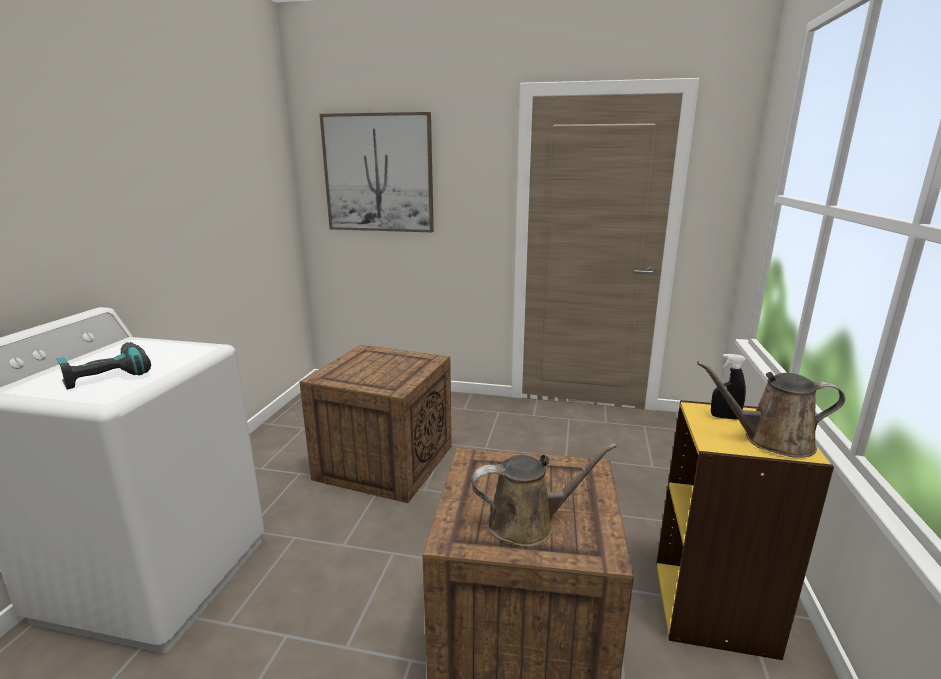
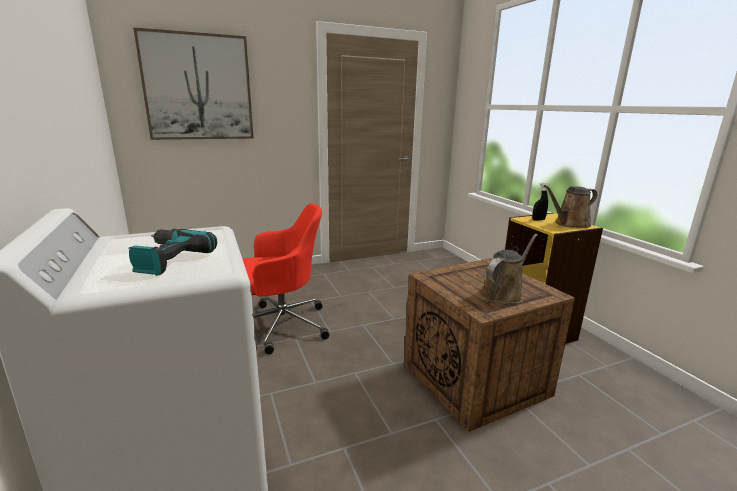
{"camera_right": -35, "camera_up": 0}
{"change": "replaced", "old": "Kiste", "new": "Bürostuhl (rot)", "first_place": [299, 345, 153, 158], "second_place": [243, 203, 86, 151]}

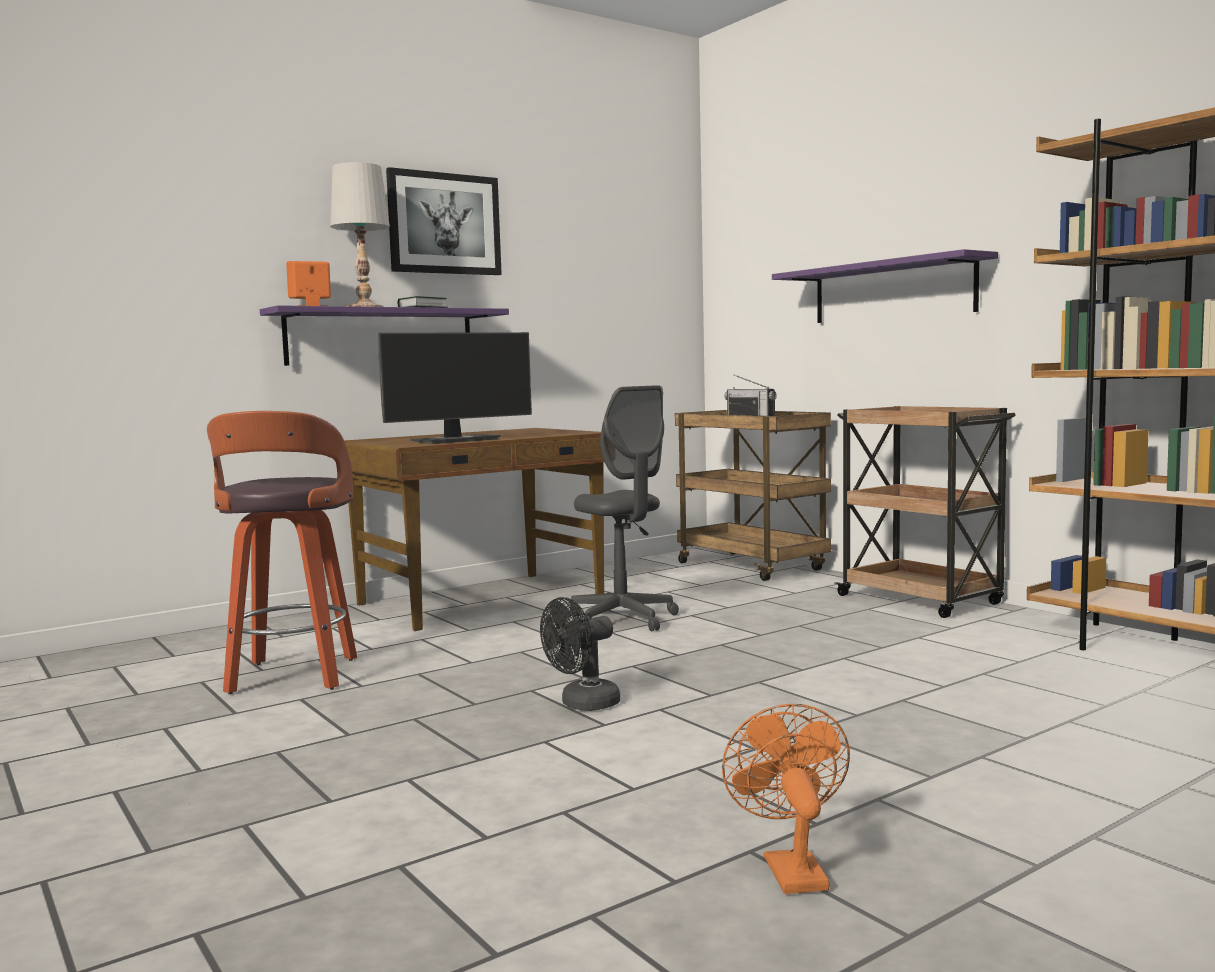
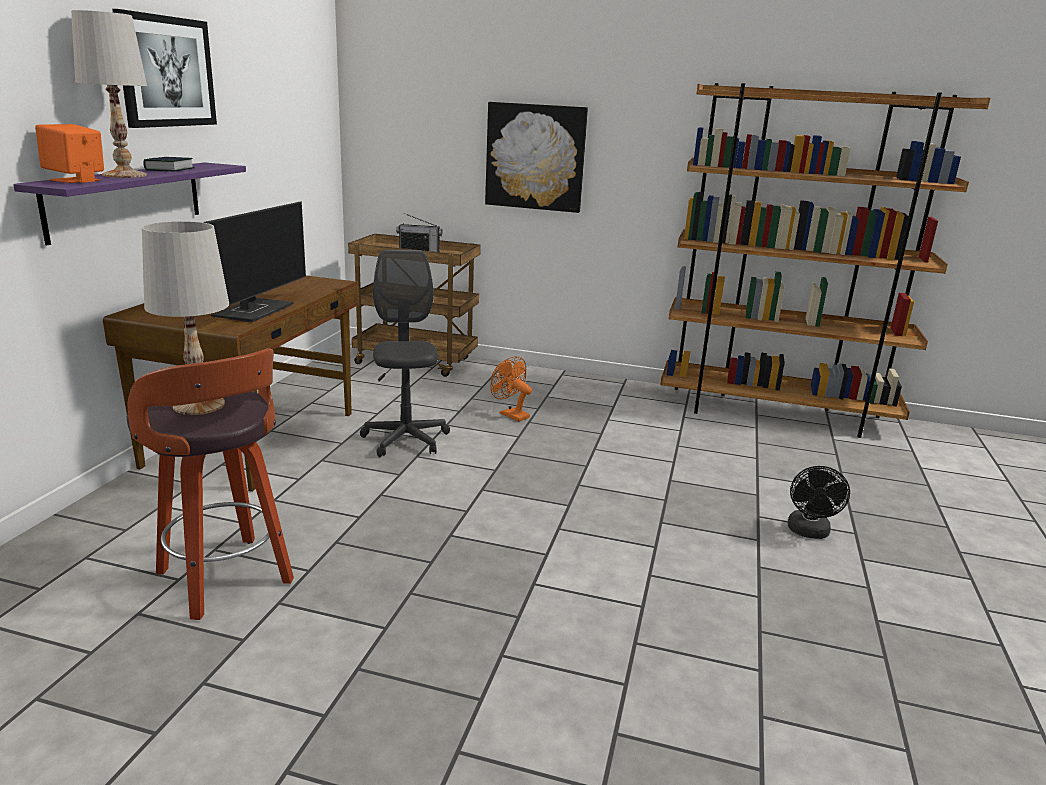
{"camera_right": -40, "camera_up": 15}
{"change": "replaced", "old": "Wandregal (lila)", "new": "Bild", "first_place": [772, 249, 226, 74], "second_place": [485, 102, 103, 111]}
{"change": "turned", "old": "Bürostuhl (grau)", "first_place": [570, 385, 109, 246], "second_place": [360, 250, 90, 207], "degrees": -120}
{"change": "removed", "old": "Rollwagen (braun)", "first_place": [835, 406, 181, 212]}
{"change": "moved", "old": "Ventilator (schwarz)", "first_place": [540, 597, 80, 114], "second_place": [788, 466, 62, 73]}
{"change": "moved", "old": "Ventilator (orange)", "first_place": [722, 704, 128, 190], "second_place": [490, 356, 42, 66]}
{"change": "added", "new": "Tischlampe (weiß)", "second_place": [142, 221, 87, 194]}

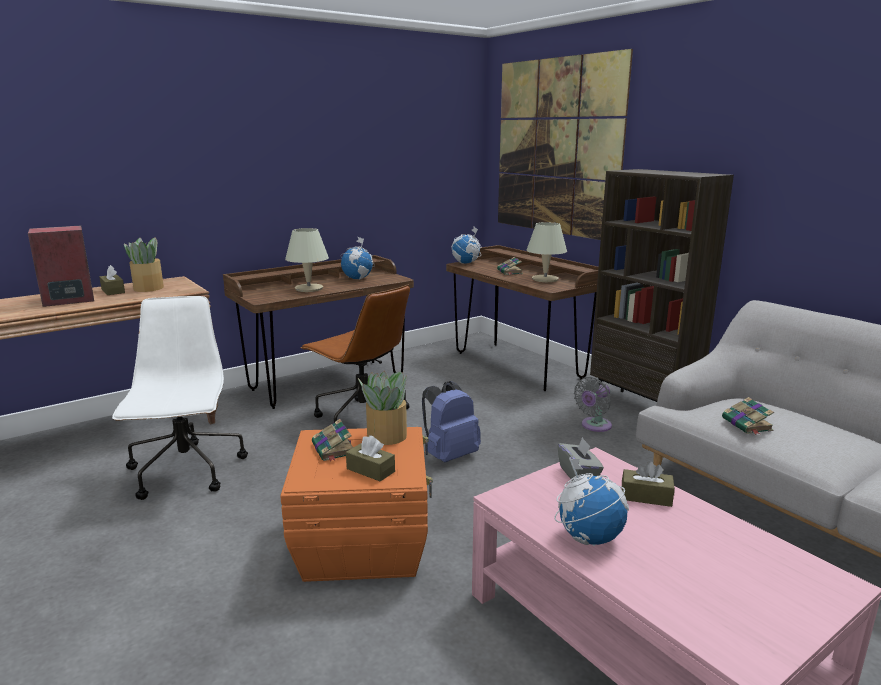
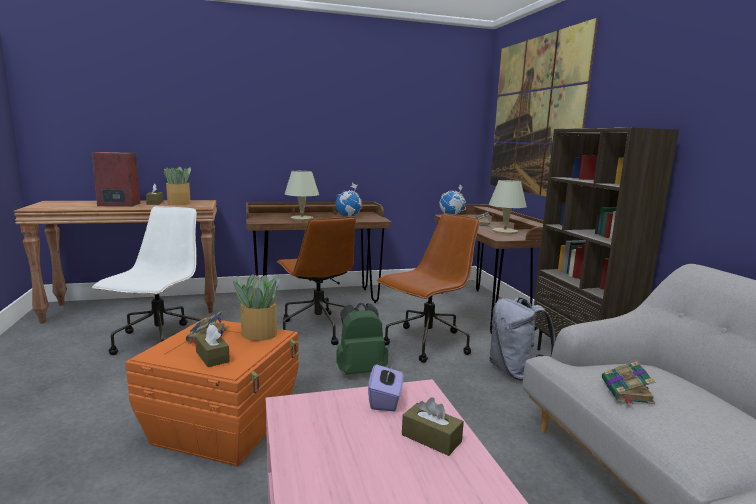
{"camera_right": 20, "camera_up": -5}
{"change": "replaced", "old": "Ventilator (grau)", "new": "Rucksack (grau)", "first_place": [574, 377, 38, 55], "second_place": [489, 298, 66, 83]}
{"change": "recoloured", "old": "Rucksack (blau)", "new": "Rucksack (grün)", "first_place": [422, 381, 59, 82], "second_place": [336, 303, 52, 71]}
{"change": "recoloured", "old": "Taschentuchbox (grau)", "new": "Taschentuchbox (lila)", "first_place": [558, 437, 46, 44], "second_place": [368, 362, 35, 49]}
{"change": "removed", "old": "Globus", "first_place": [554, 457, 75, 89]}
{"change": "added", "new": "Bürostuhl (braun)", "second_place": [377, 213, 103, 150]}

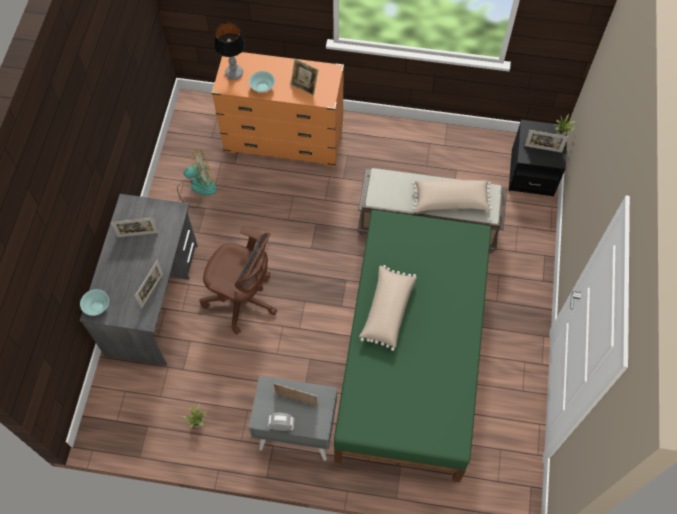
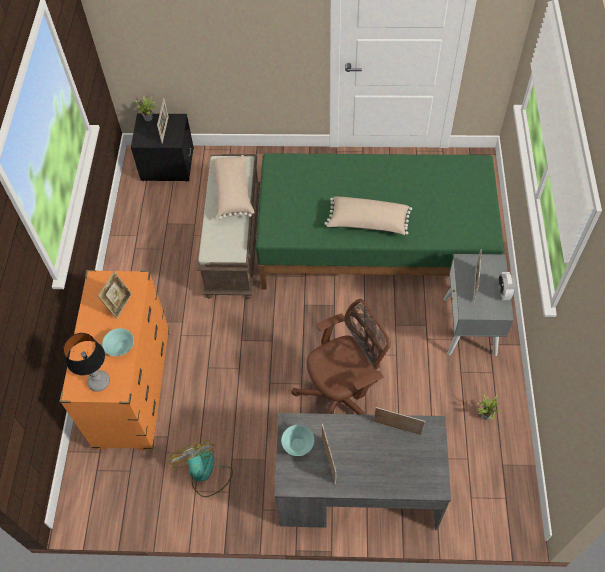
{"camera_right": -95, "camera_up": -5}
{"change": "turned", "old": "Bürostuhl (braun)", "first_place": [199, 227, 78, 108], "second_place": [291, 299, 100, 116], "degrees": 45}
{"change": "moved", "old": "Schüssel (türkis)", "first_place": [80, 289, 29, 27], "second_place": [281, 425, 33, 31]}

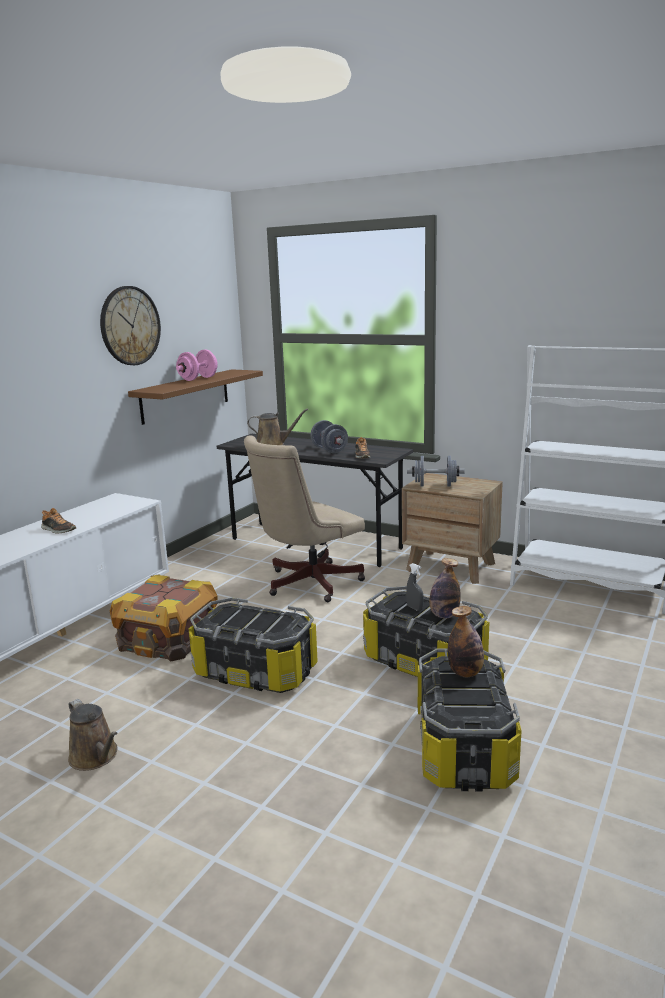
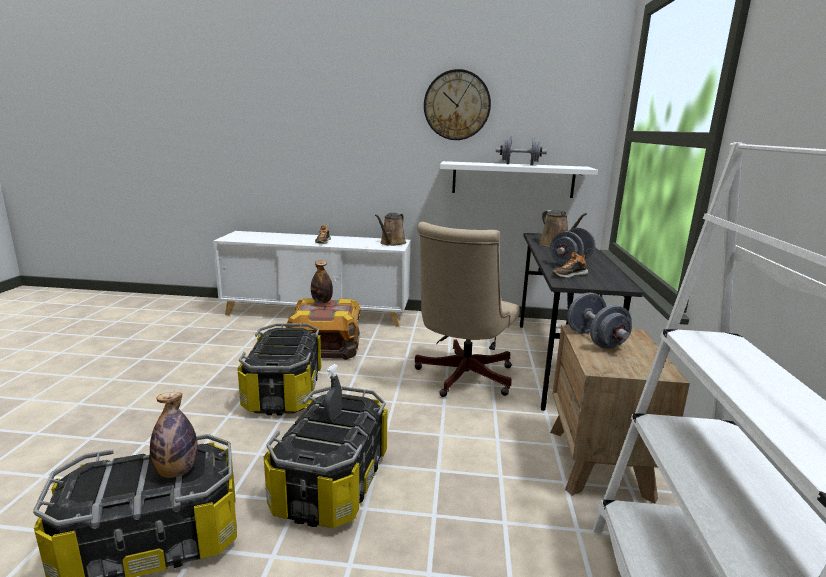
{"camera_right": 65, "camera_up": 0}
{"change": "recoloured", "old": "Hantel (rosa)", "new": "Hantel (grau)", "first_place": [176, 349, 42, 32], "second_place": [496, 136, 51, 29]}
{"change": "recoloured", "old": "Wandregal (braun)", "new": "Wandregal (weiß)", "first_place": [128, 369, 135, 56], "second_place": [440, 161, 158, 37]}
{"change": "turned", "old": "Bürostuhl (beige)", "first_place": [244, 435, 121, 167], "second_place": [415, 222, 105, 175], "degrees": -90}
{"change": "moved", "old": "Flasche", "first_place": [429, 558, 32, 60], "second_place": [311, 260, 22, 43]}
{"change": "moved", "old": "Gießkanne (braun)", "first_place": [68, 699, 50, 72], "second_place": [375, 213, 31, 33]}

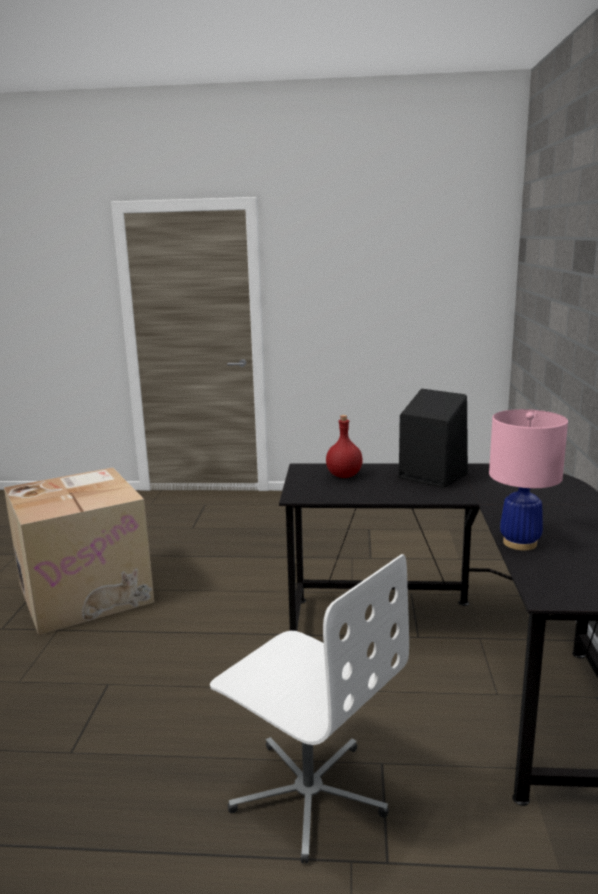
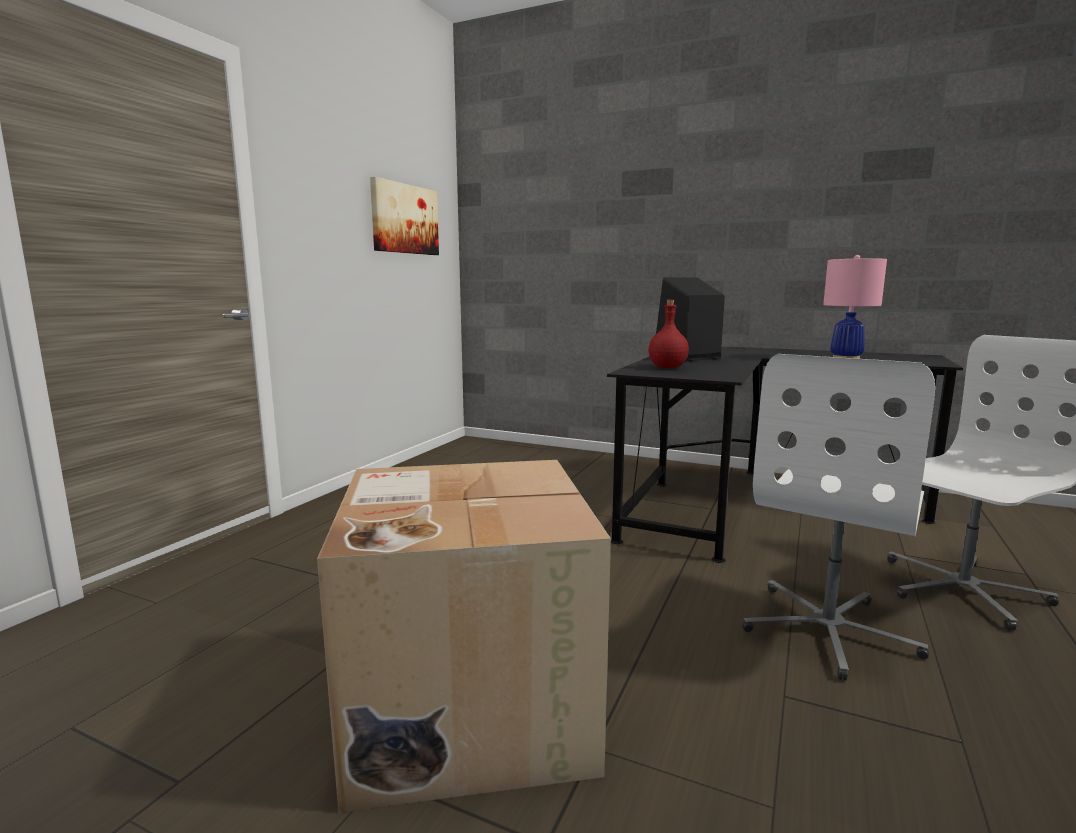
{"camera_right": -70, "camera_up": -5}
{"change": "added", "new": "Bild", "second_place": [370, 177, 69, 78]}
{"change": "added", "new": "Bürostuhl (weiß)", "second_place": [742, 354, 193, 327]}

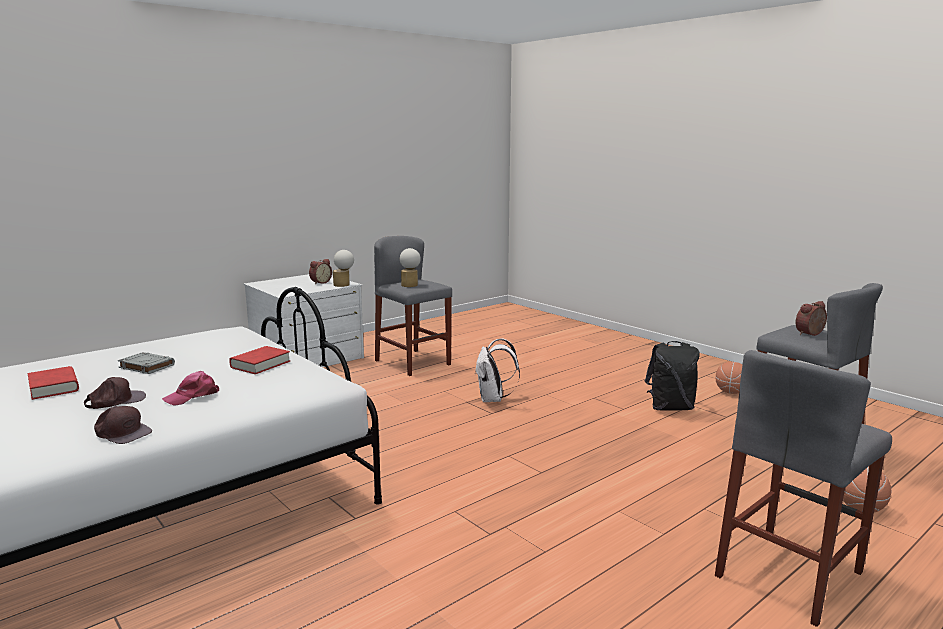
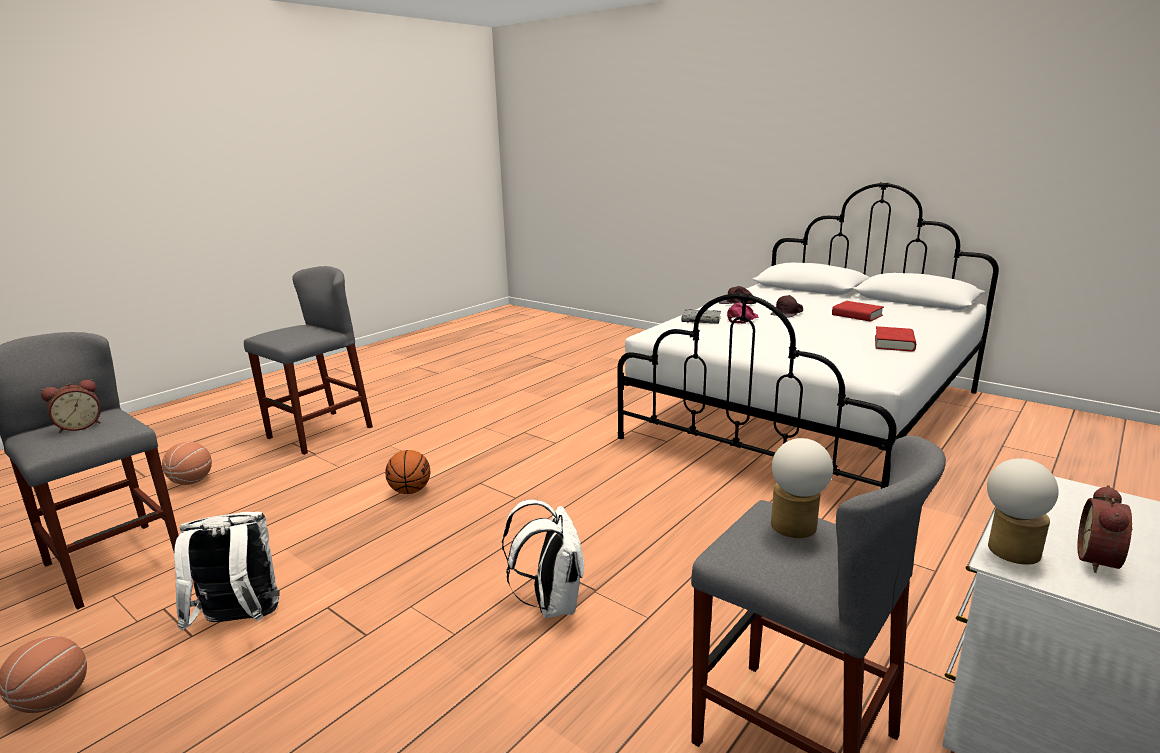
{"camera_right": 170, "camera_up": 5}
{"change": "recoloured", "old": "Rucksack (schwarz)", "new": "Rucksack (weiß)", "first_place": [645, 341, 55, 70], "second_place": [174, 512, 106, 119]}
{"change": "moved", "old": "Buch (rot)", "first_place": [229, 346, 61, 28], "second_place": [875, 326, 41, 26]}
{"change": "moved", "old": "Buch (grau)", "first_place": [118, 352, 57, 22], "second_place": [682, 309, 39, 15]}
{"change": "added", "new": "Basketball", "second_place": [385, 450, 45, 44]}

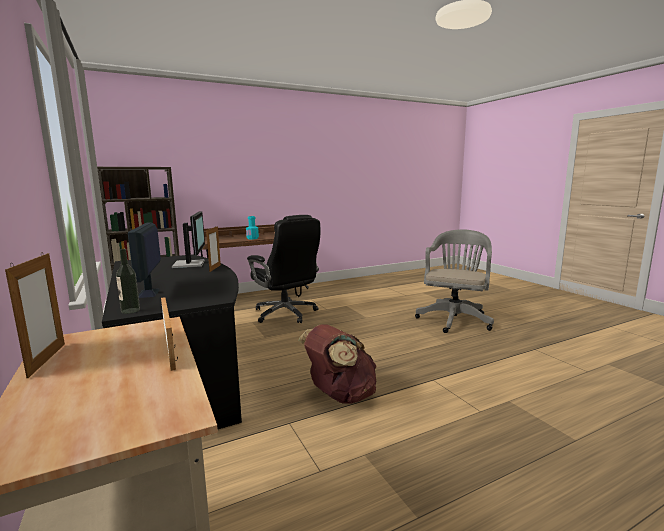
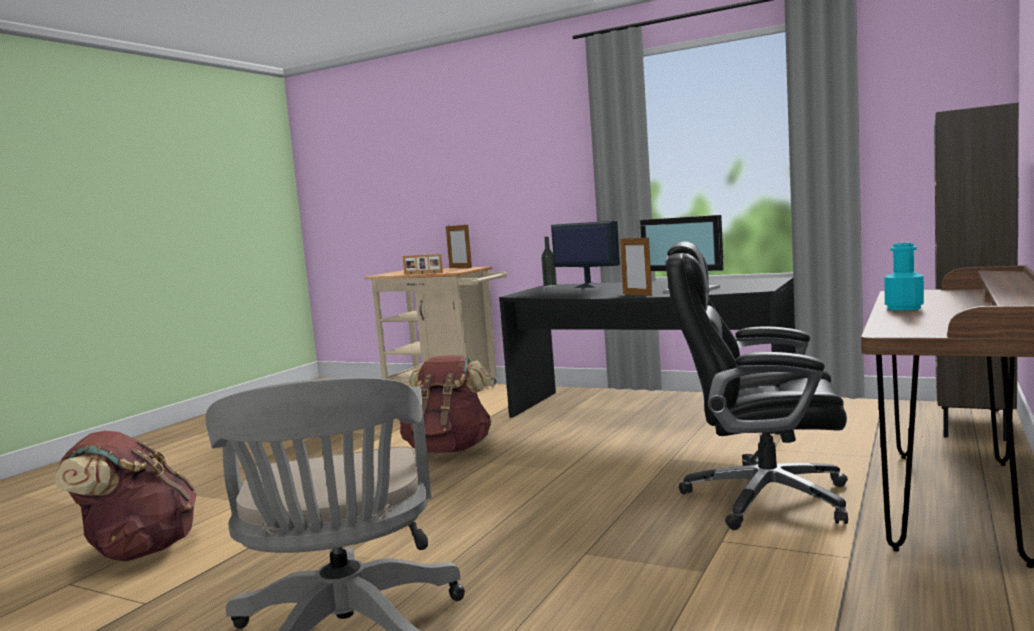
{"camera_right": 145, "camera_up": -5}
{"change": "added", "new": "Rucksack (braun)", "second_place": [55, 431, 142, 130]}

